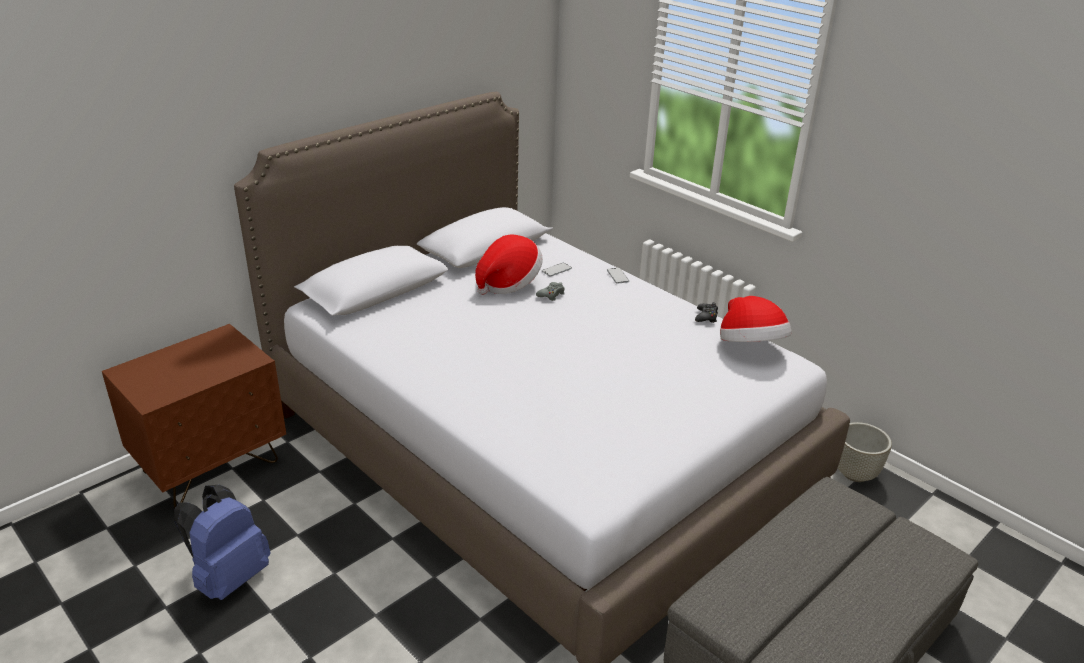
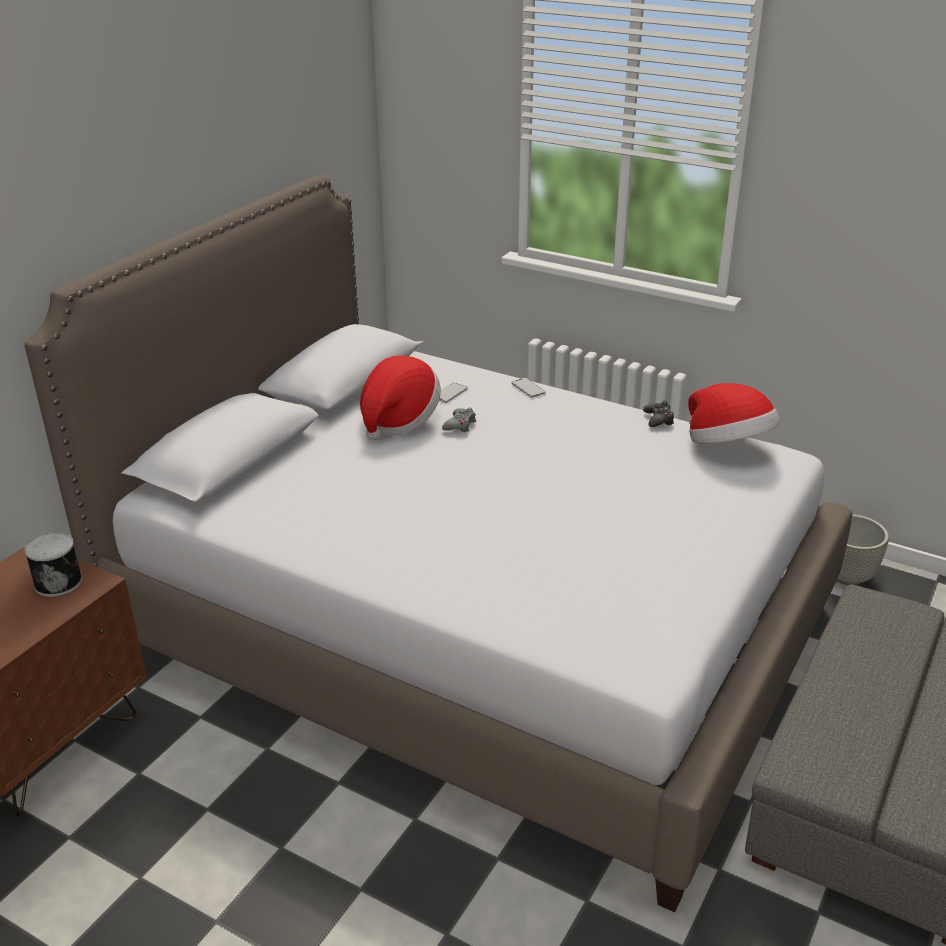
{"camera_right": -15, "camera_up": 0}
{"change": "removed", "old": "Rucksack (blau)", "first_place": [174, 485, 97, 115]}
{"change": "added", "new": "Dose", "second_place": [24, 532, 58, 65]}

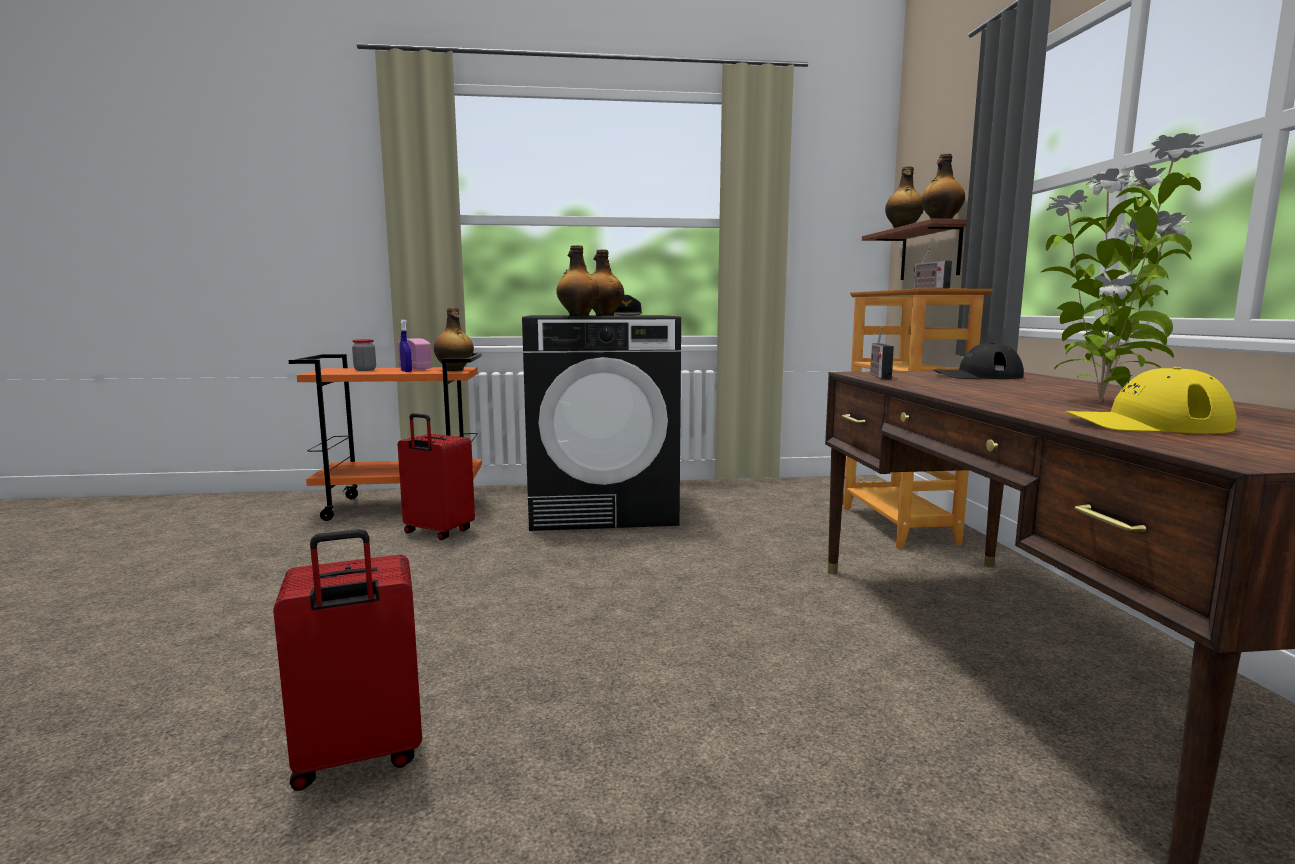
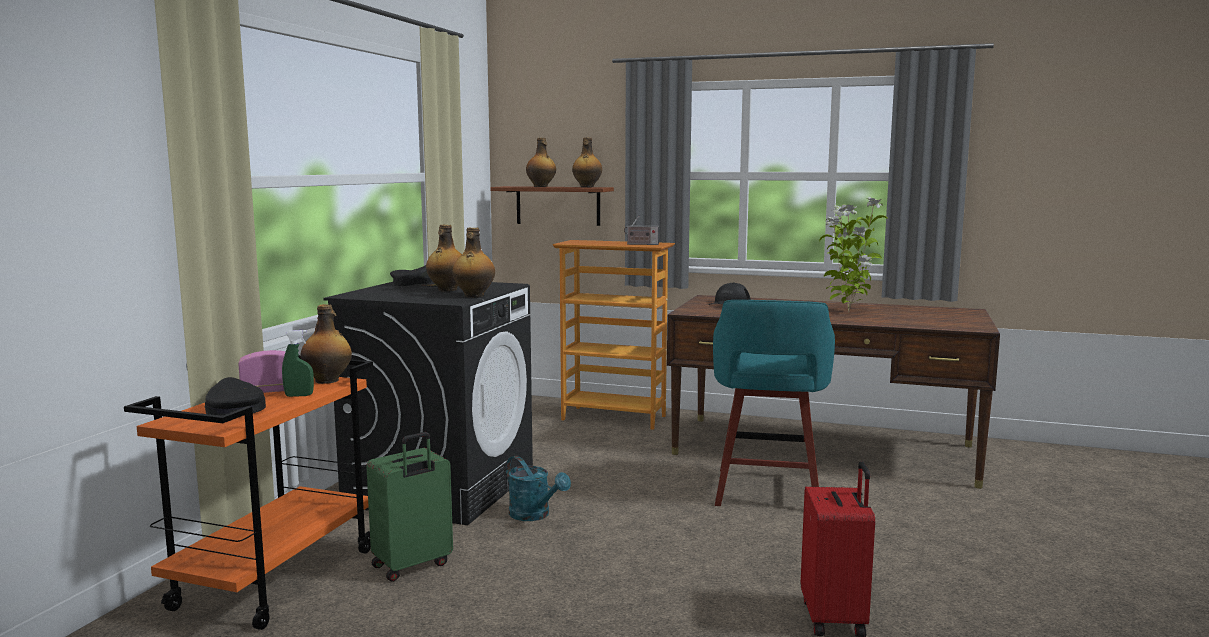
{"camera_right": -65, "camera_up": 0}
{"change": "recoloured", "old": "Sprühflasche (blau)", "new": "Sprühflasche (grün)", "first_place": [400, 320, 12, 52], "second_place": [282, 330, 32, 67]}
{"change": "removed", "old": "Radio", "first_place": [870, 327, 24, 52]}
{"change": "replaced", "old": "Vorratsglas", "new": "Kappe (schwarz)", "first_place": [352, 339, 24, 32], "second_place": [205, 377, 61, 39]}
{"change": "removed", "old": "Kappe (gelb)", "first_place": [1065, 367, 172, 67]}
{"change": "recoloured", "old": "Koffer (rot)", "new": "Koffer (grün)", "first_place": [398, 413, 77, 127], "second_place": [366, 432, 87, 150]}
{"change": "added", "new": "Hocker (türkis)", "second_place": [713, 300, 122, 206]}
{"change": "added", "new": "Gießkanne (türkis)", "second_place": [506, 456, 65, 65]}

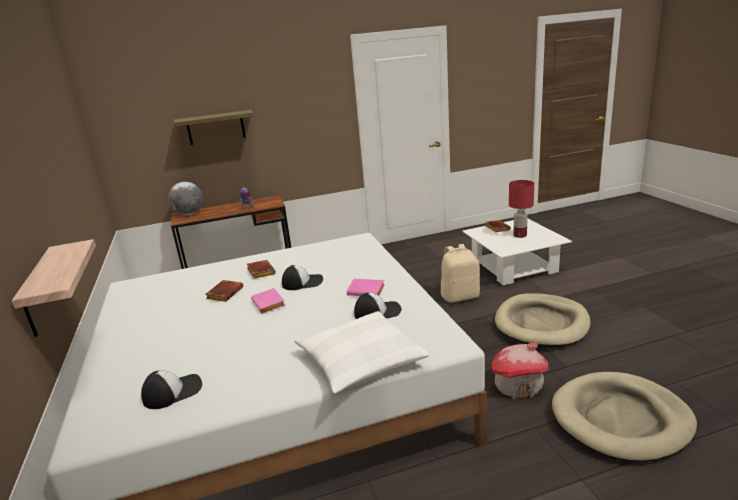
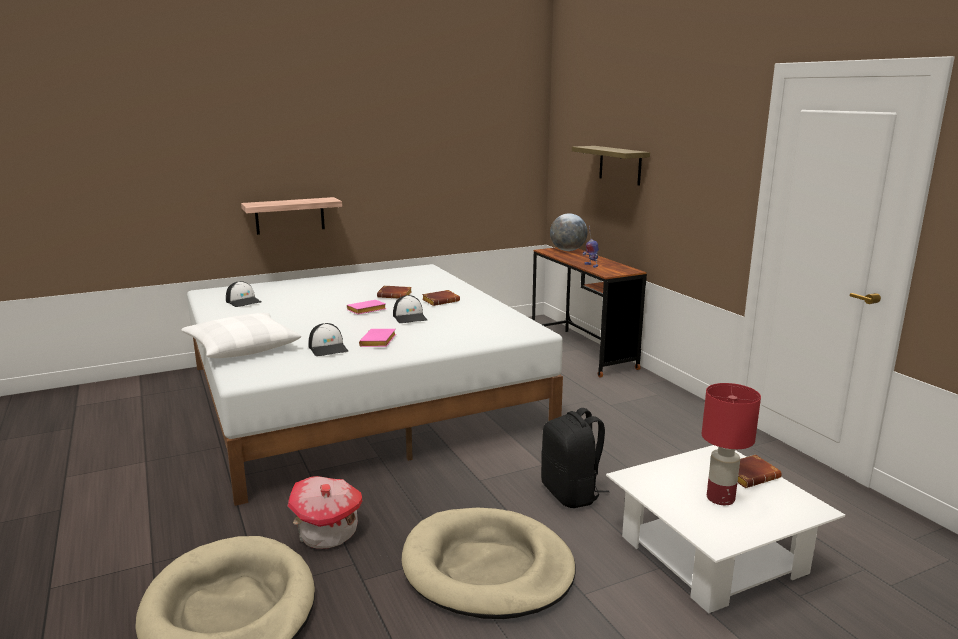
{"camera_right": 80, "camera_up": -5}
{"change": "recoloured", "old": "Rucksack (beige)", "new": "Rucksack (schwarz)", "first_place": [441, 244, 39, 59], "second_place": [541, 408, 68, 100]}

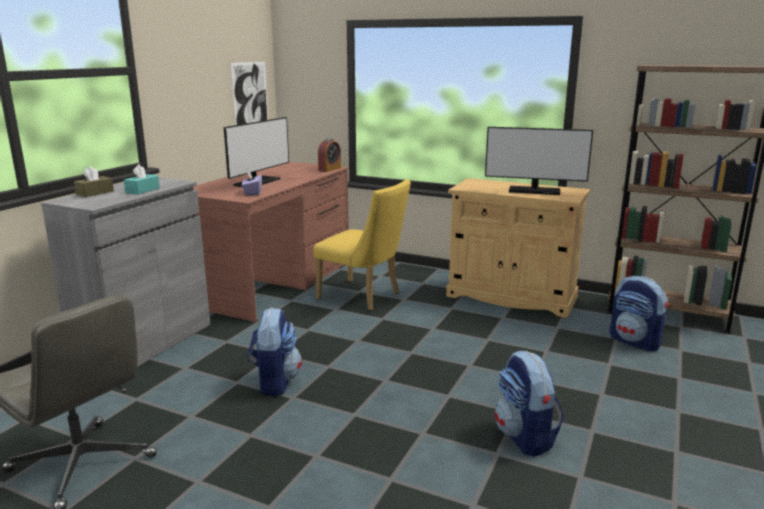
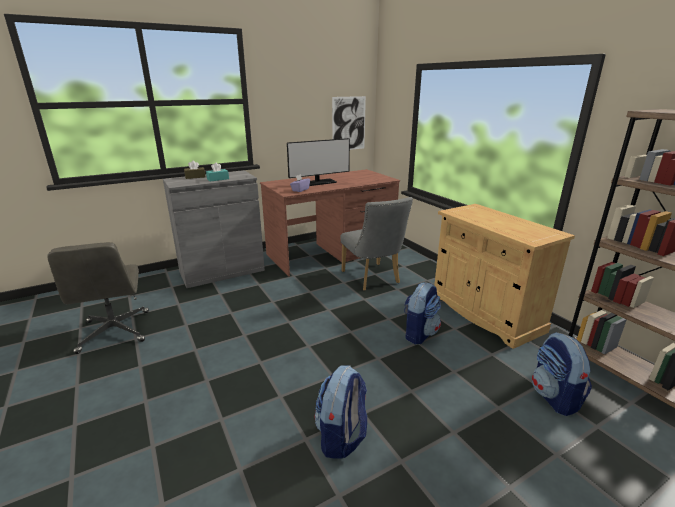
{"camera_right": 35, "camera_up": 5}
{"change": "removed", "old": "Monitor", "first_place": [485, 127, 108, 68]}
{"change": "removed", "old": "Wecker", "first_place": [318, 139, 23, 33]}
{"change": "recoloured", "old": "Stuhl (gelb)", "new": "Stuhl (grau)", "first_place": [313, 179, 98, 132], "second_place": [340, 197, 73, 94]}
{"change": "moved", "old": "Rucksack", "first_place": [247, 308, 55, 88], "second_place": [404, 282, 37, 62]}

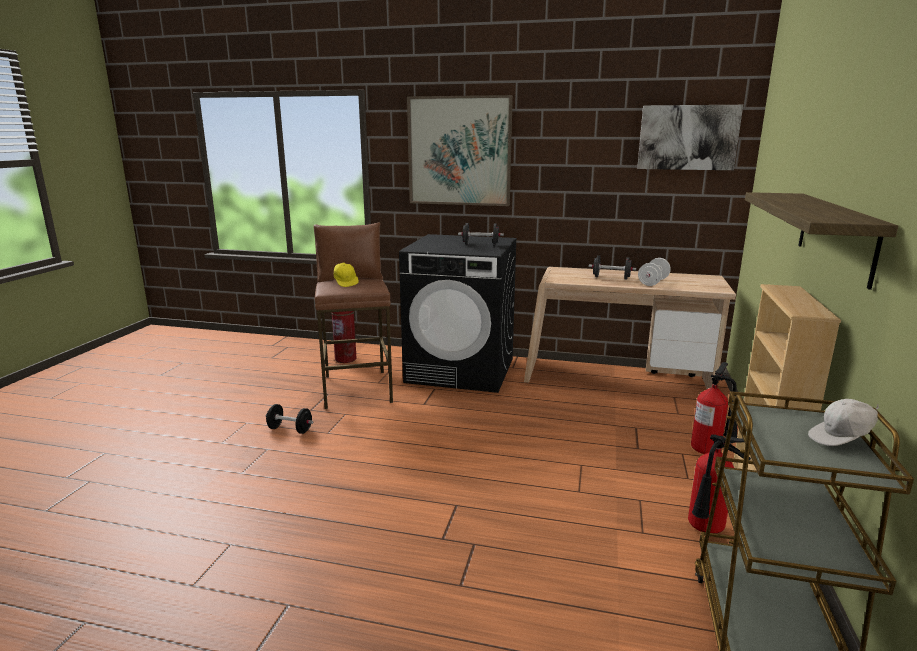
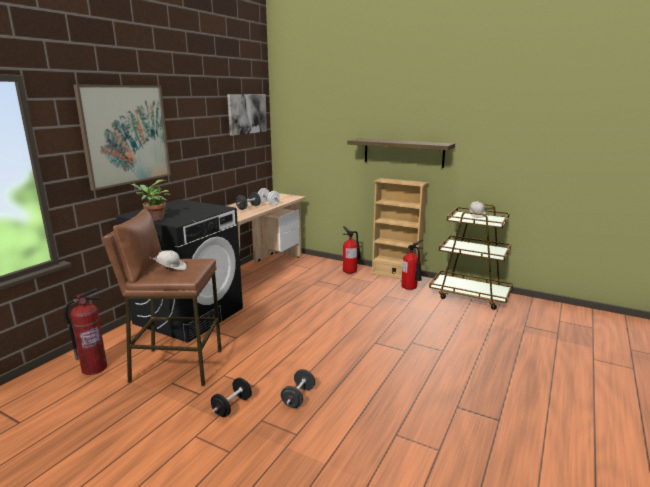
{"camera_right": -75, "camera_up": 0}
{"change": "moved", "old": "Hantel (schwarz)", "first_place": [458, 223, 46, 22], "second_place": [281, 369, 34, 39]}
{"change": "recoloured", "old": "Kappe (gelb)", "new": "Kappe (weiß)", "first_place": [334, 263, 25, 24], "second_place": [149, 250, 38, 20]}
{"change": "added", "new": "Topfpflanze", "second_place": [130, 180, 40, 41]}

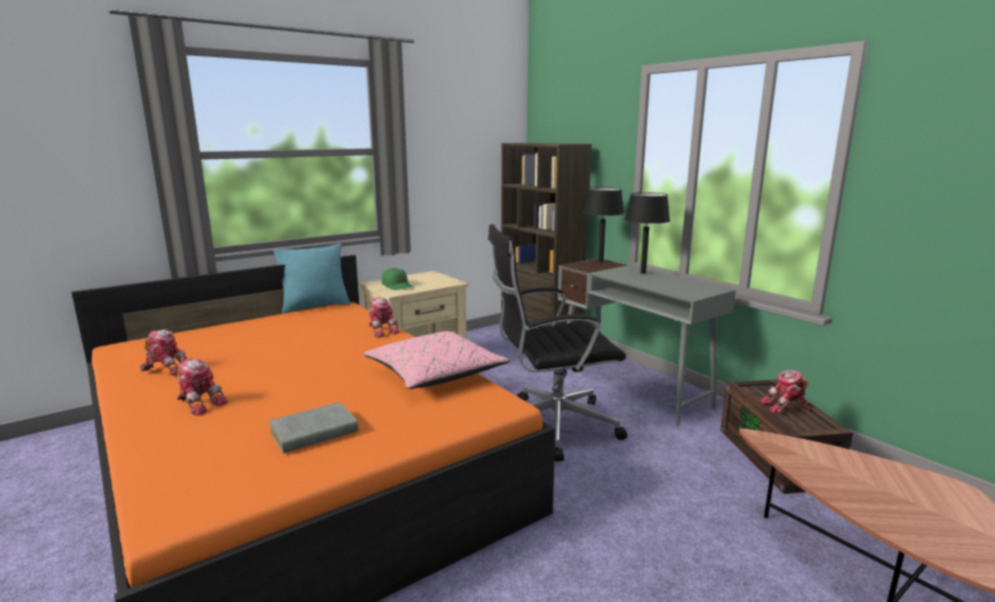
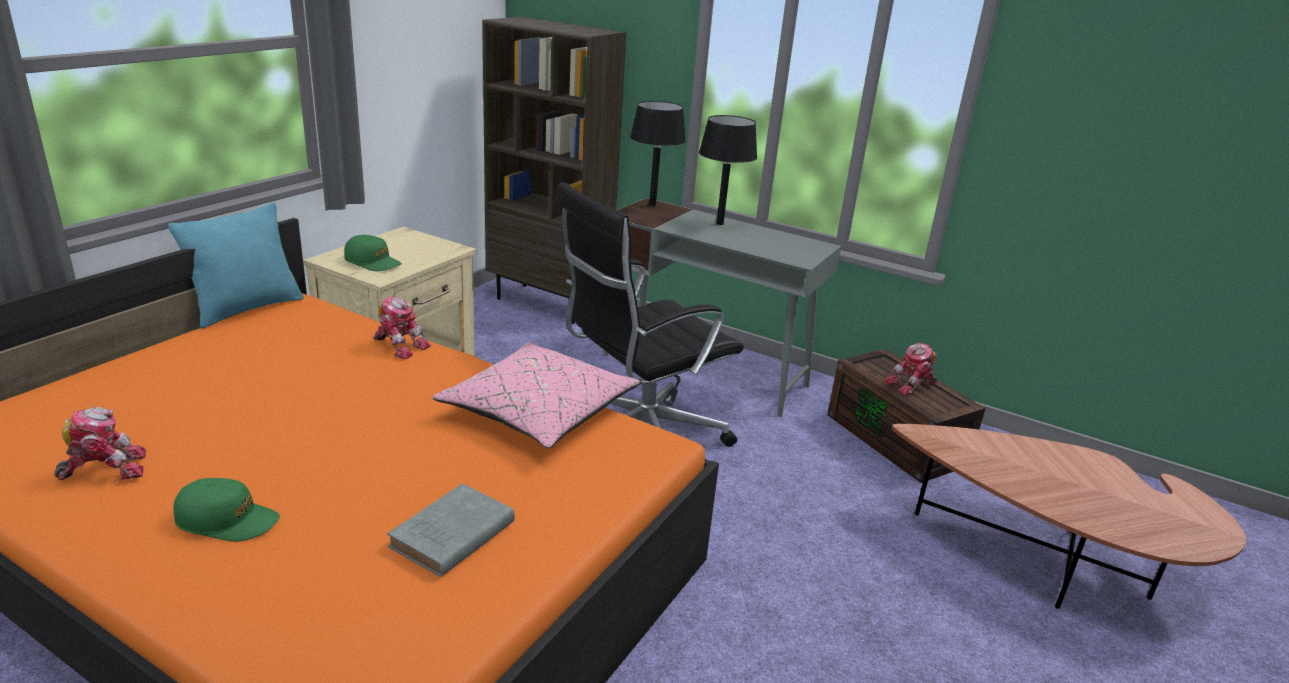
{"camera_right": -25, "camera_up": 10}
{"change": "replaced", "old": "Spielzeugroboter", "new": "Kappe (grün)", "first_place": [177, 358, 51, 58], "second_place": [174, 478, 106, 63]}

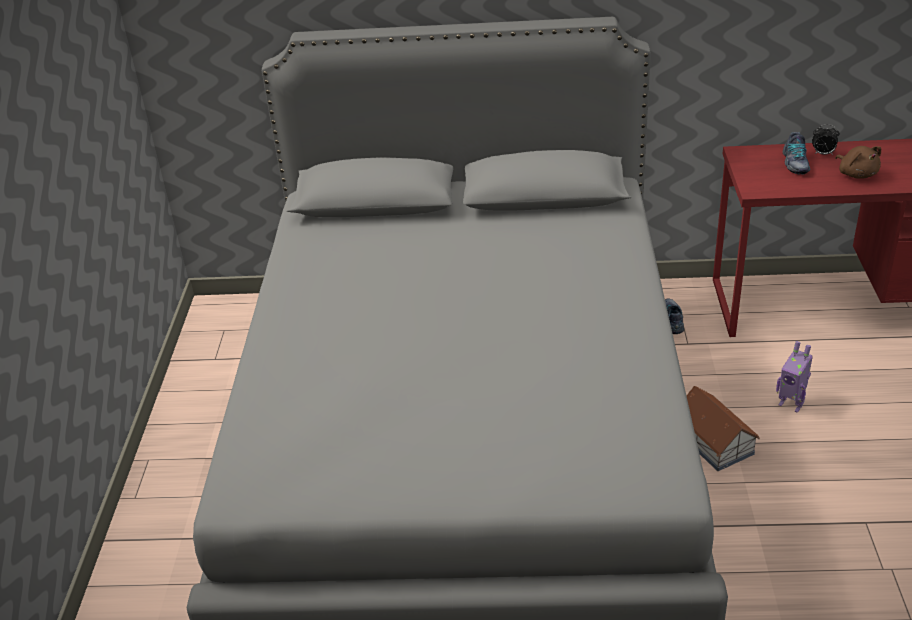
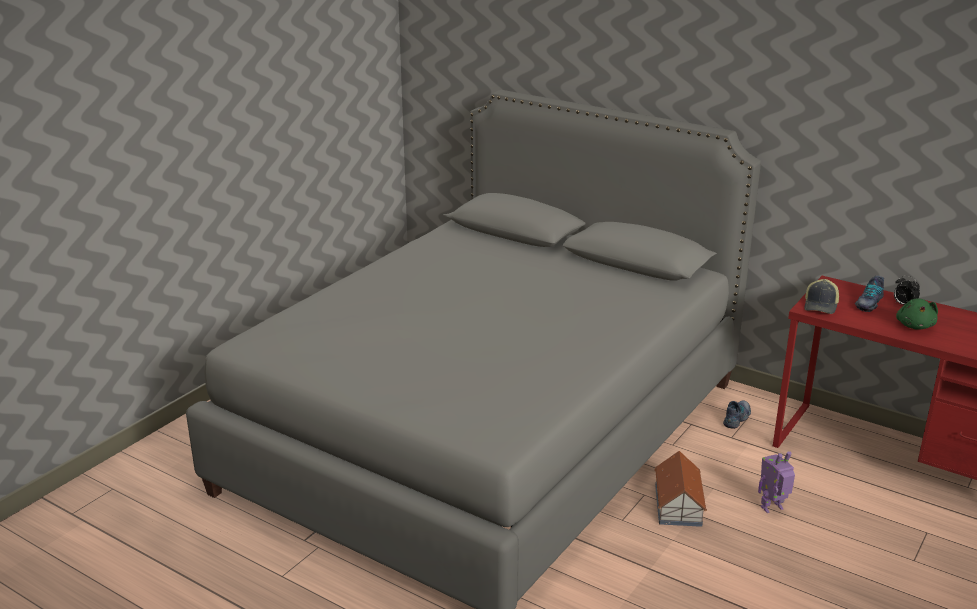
{"camera_right": 30, "camera_up": -10}
{"change": "recoloured", "old": "Plüschtier (braun)", "new": "Plüschtier (grün)", "first_place": [835, 146, 46, 33], "second_place": [896, 298, 42, 31]}
{"change": "turned", "old": "Spielzeugroboter", "first_place": [776, 341, 37, 72], "second_place": [758, 451, 37, 62], "degrees": 90}
{"change": "added", "new": "Kappe", "second_place": [804, 279, 35, 35]}

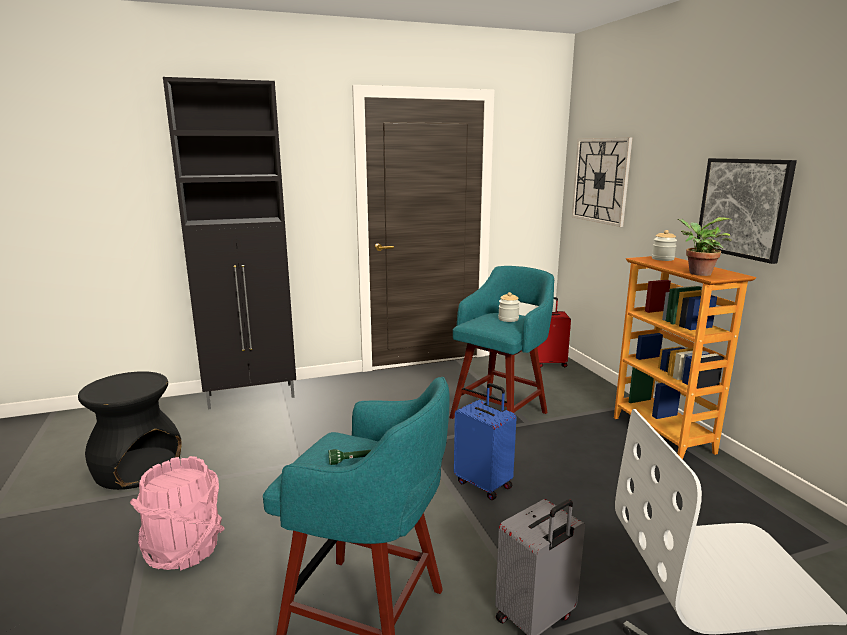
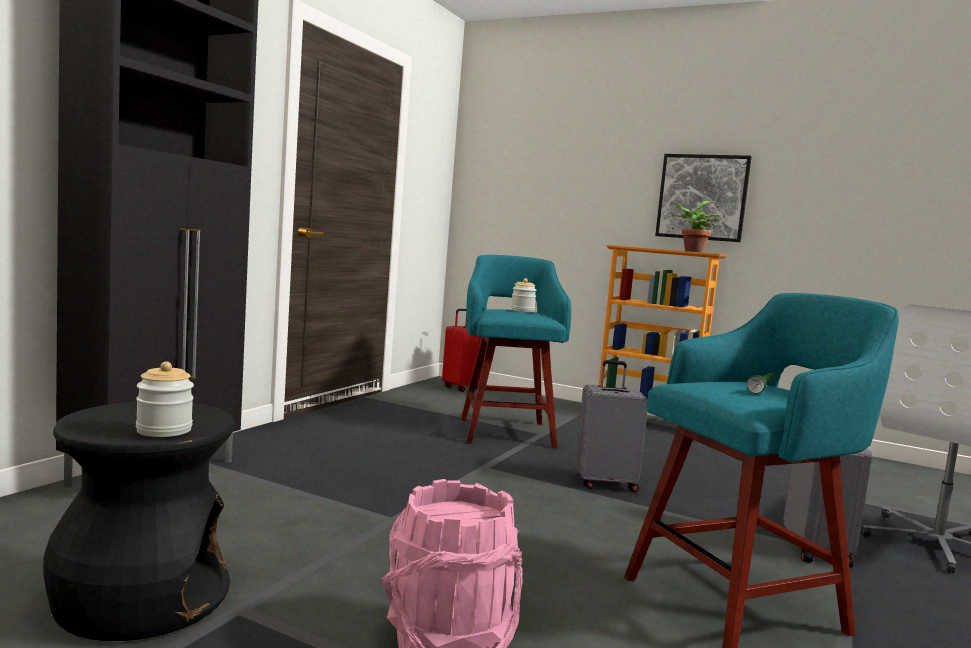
{"camera_right": -45, "camera_up": -10}
{"change": "removed", "old": "Wanduhr", "first_place": [572, 138, 60, 89]}
{"change": "moved", "old": "Vorratsglas", "first_place": [652, 230, 25, 31], "second_place": [136, 362, 58, 75]}
{"change": "recoloured", "old": "Koffer (blau)", "new": "Koffer (grau)", "first_place": [454, 383, 63, 117], "second_place": [576, 360, 71, 132]}

